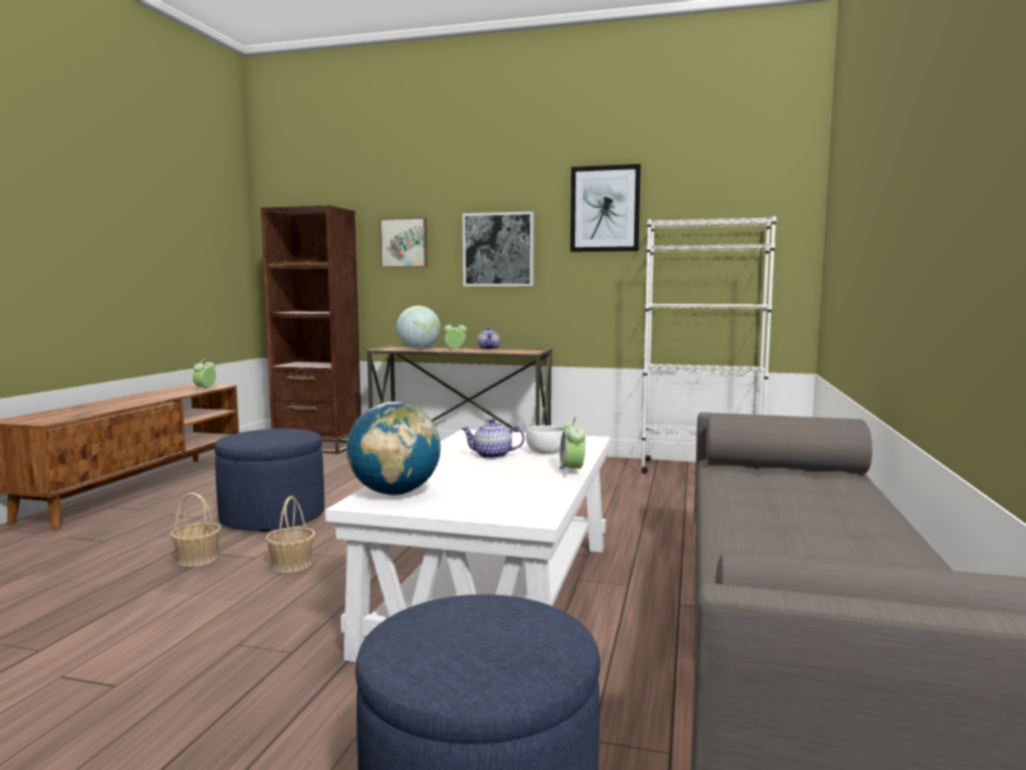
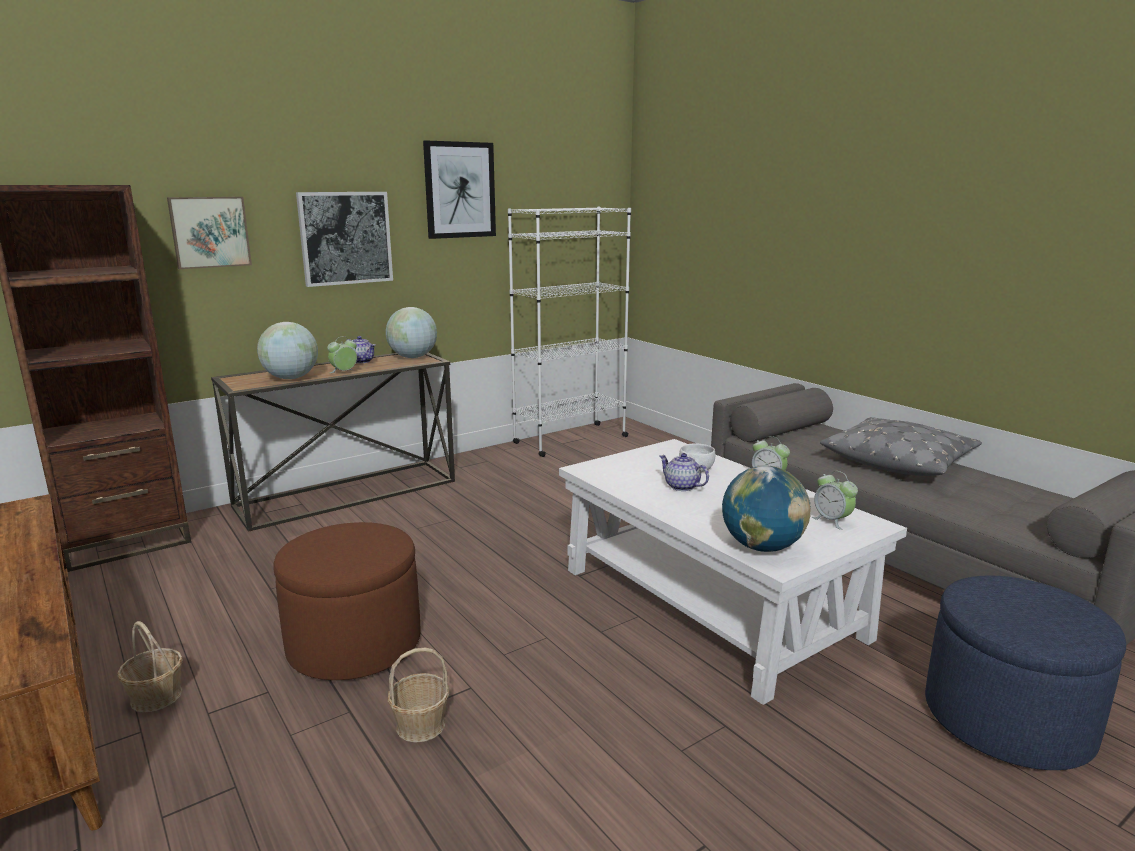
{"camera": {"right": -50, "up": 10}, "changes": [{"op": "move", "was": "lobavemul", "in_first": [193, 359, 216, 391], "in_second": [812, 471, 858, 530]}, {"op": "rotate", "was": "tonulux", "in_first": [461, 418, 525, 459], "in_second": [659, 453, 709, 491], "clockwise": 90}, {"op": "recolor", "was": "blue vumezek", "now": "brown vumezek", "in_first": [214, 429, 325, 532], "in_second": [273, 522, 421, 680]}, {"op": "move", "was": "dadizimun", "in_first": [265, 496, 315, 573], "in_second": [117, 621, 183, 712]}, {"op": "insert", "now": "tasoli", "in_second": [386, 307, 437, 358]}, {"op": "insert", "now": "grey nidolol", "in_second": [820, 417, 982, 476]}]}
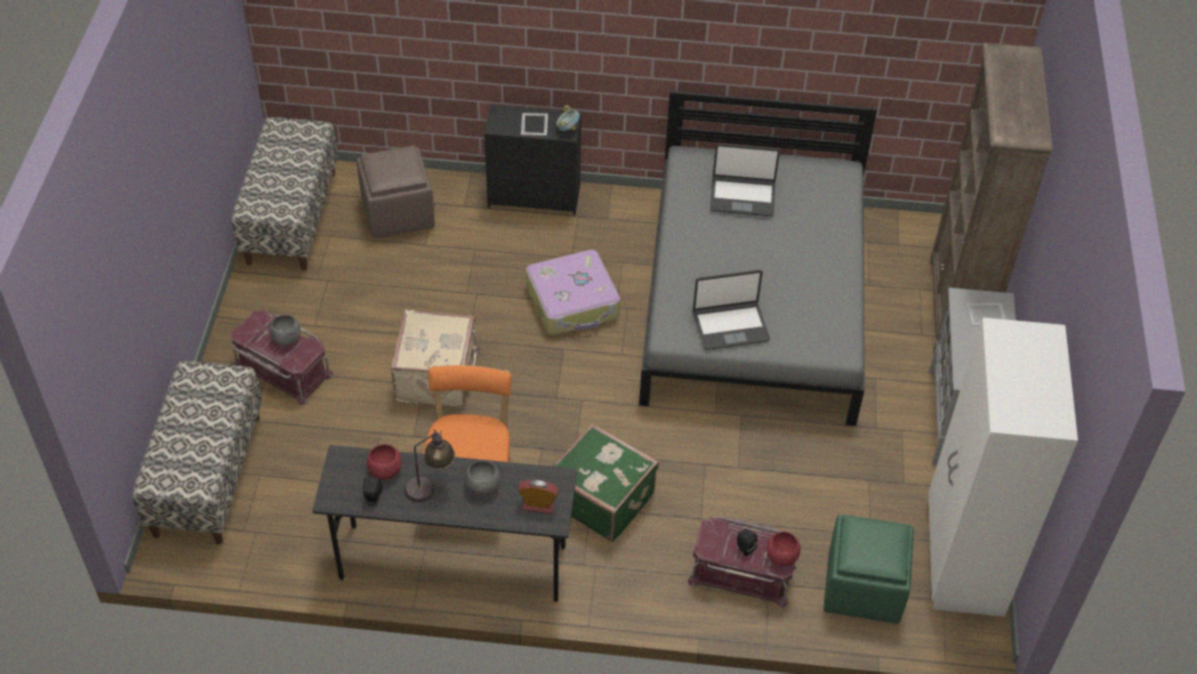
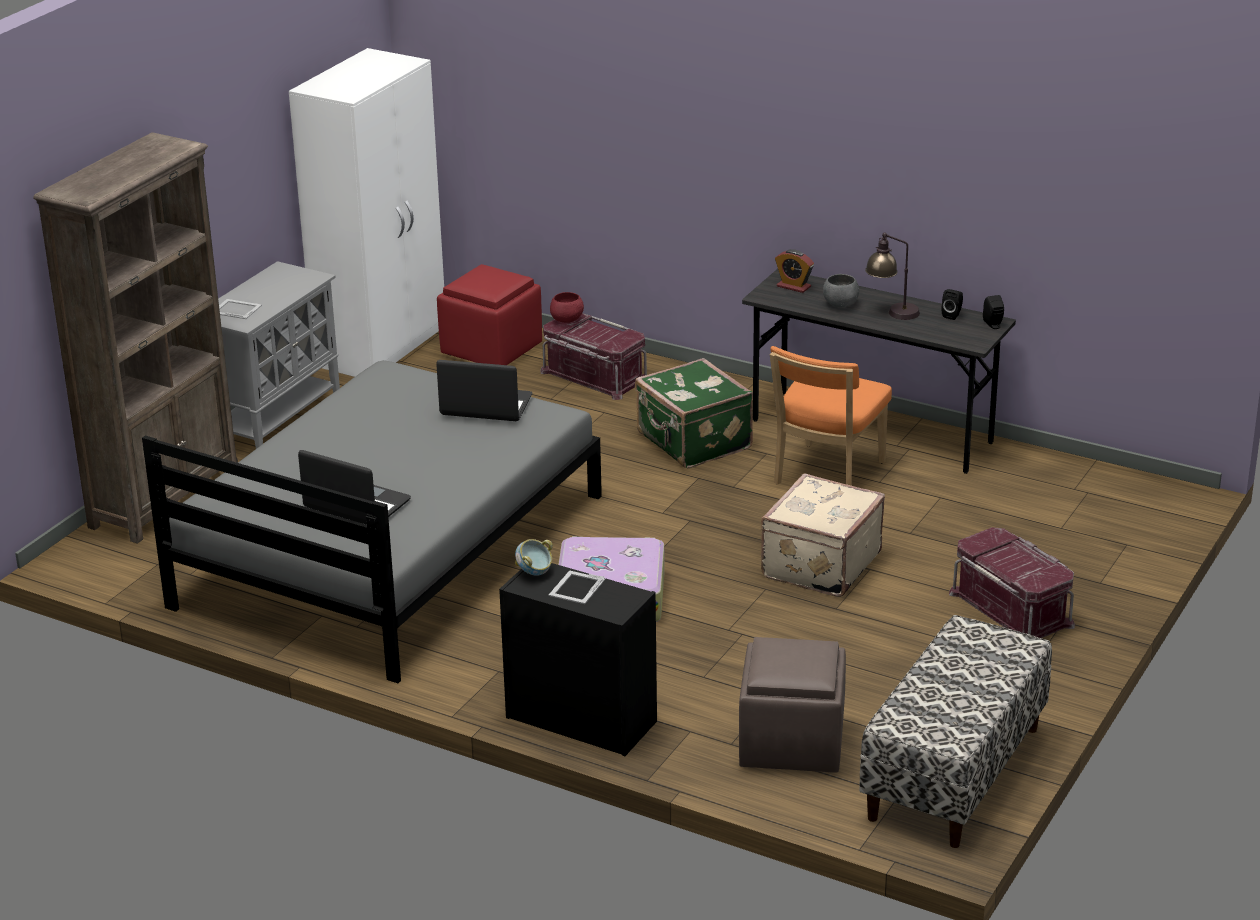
{"camera": {"right": -155, "up": -20}, "changes": [{"op": "delete", "was": "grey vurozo", "in_first": [270, 315, 300, 346]}, {"op": "delete", "was": "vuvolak", "in_first": [132, 361, 262, 544]}, {"op": "delete", "was": "red vurozo", "in_first": [367, 444, 402, 480]}, {"op": "recolor", "was": "green vumezek", "now": "red vumezek", "in_first": [824, 515, 914, 624], "in_second": [437, 264, 542, 365]}, {"op": "move", "was": "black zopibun", "in_first": [737, 529, 758, 557], "in_second": [983, 295, 1004, 329]}]}
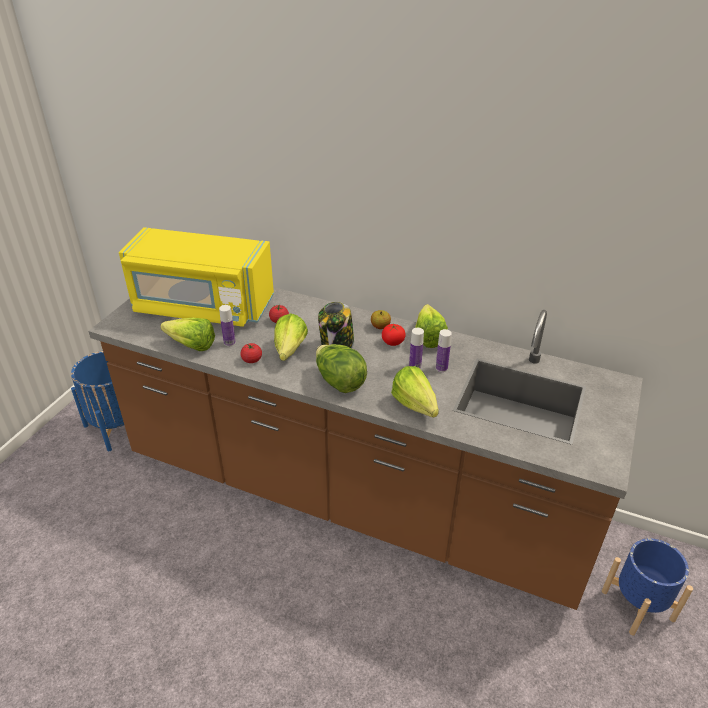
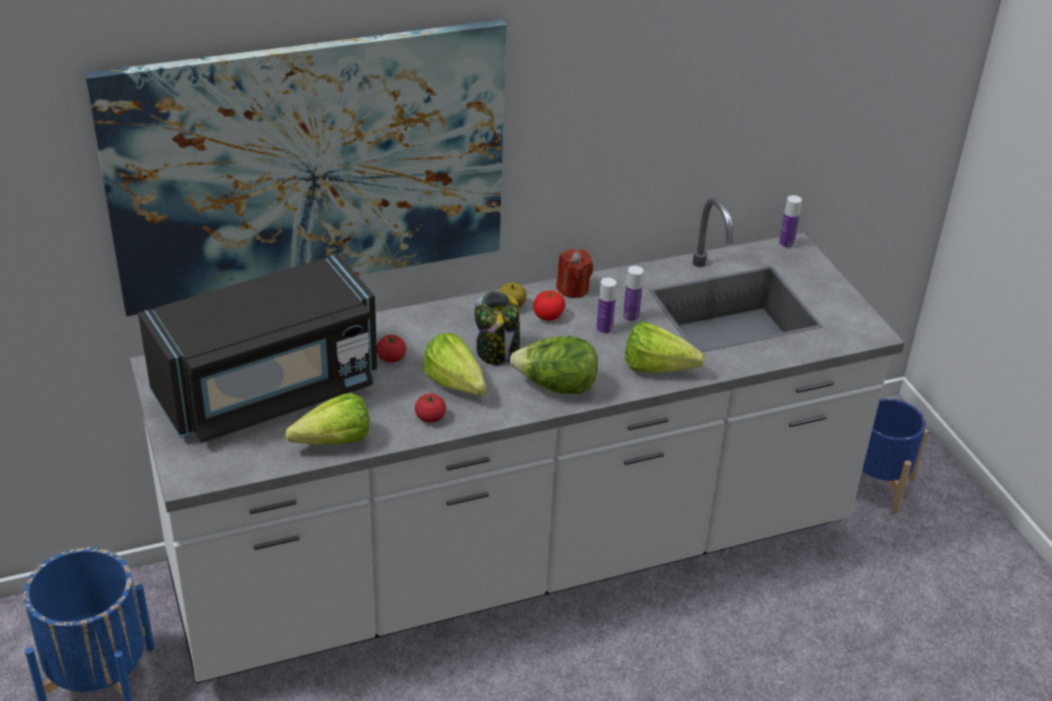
{"camera": {"right": -45, "up": 0}, "changes": [{"op": "recolor", "was": "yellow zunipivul", "now": "black zunipivul", "in_first": [119, 227, 274, 327], "in_second": [138, 254, 378, 443]}, {"op": "recolor", "was": "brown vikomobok", "now": "white vikomobok", "in_first": [88, 287, 643, 610], "in_second": [130, 198, 904, 684]}, {"op": "replace", "was": "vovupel", "now": "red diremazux", "in_first": [415, 304, 448, 348], "in_second": [556, 248, 593, 298]}, {"op": "move", "was": "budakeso", "in_first": [219, 305, 236, 347], "in_second": [779, 195, 802, 249]}, {"op": "insert", "now": "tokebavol", "in_second": [85, 20, 506, 316]}]}
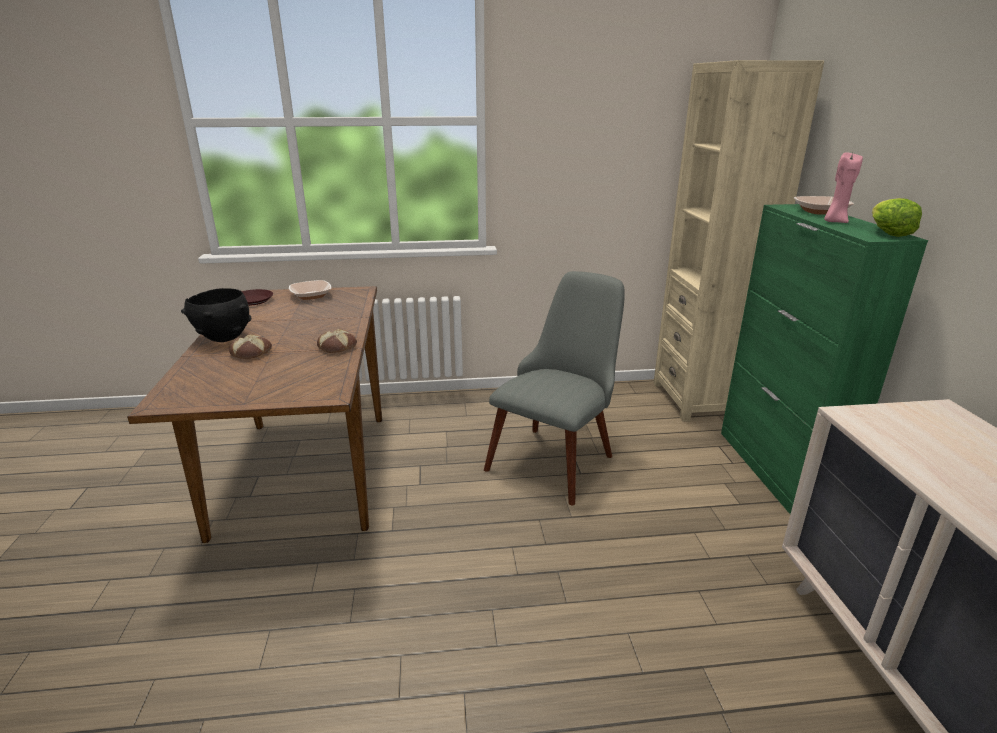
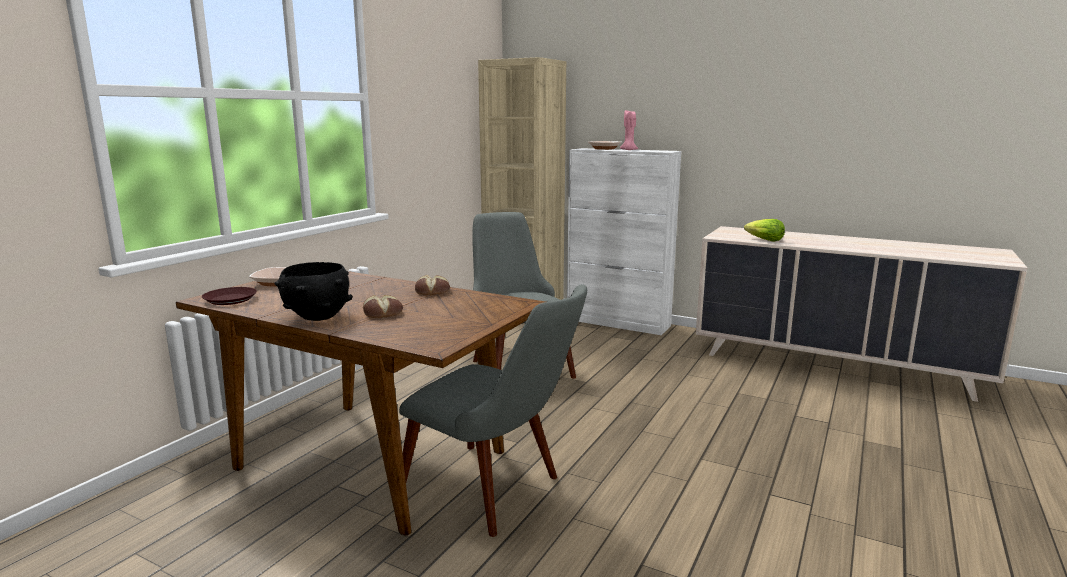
{"camera": {"right": -55, "up": -10}, "changes": [{"op": "move", "was": "vovupel", "in_first": [872, 198, 922, 237], "in_second": [744, 219, 785, 241]}, {"op": "recolor", "was": "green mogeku", "now": "white mogeku", "in_first": [721, 204, 928, 514], "in_second": [567, 148, 681, 335]}, {"op": "insert", "now": "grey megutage", "in_second": [399, 284, 587, 537]}]}
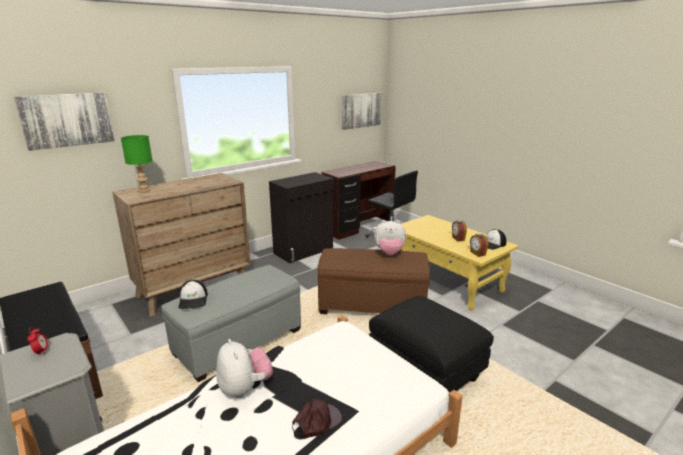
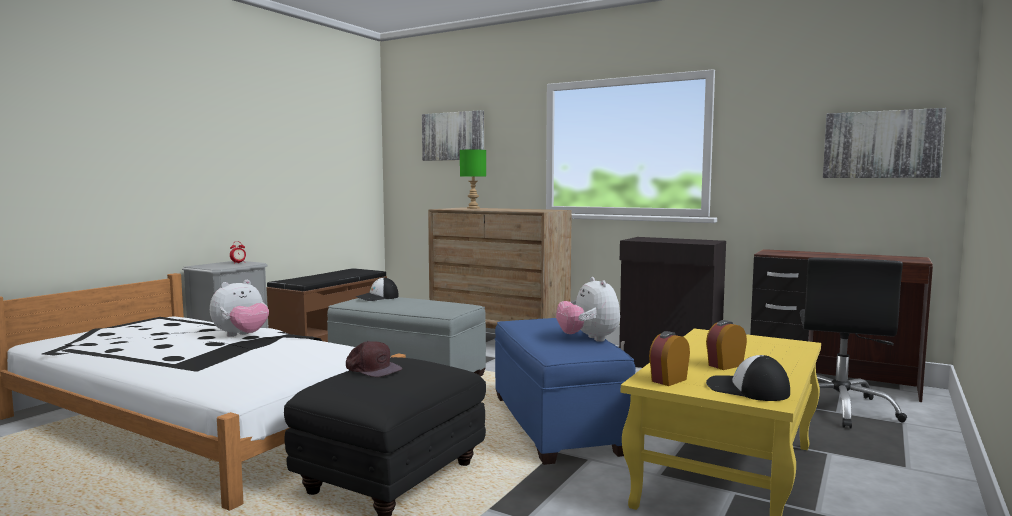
{"camera": {"right": 70, "up": -15}, "changes": [{"op": "recolor", "was": "brown vumezek", "now": "blue vumezek", "in_first": [317, 248, 430, 314], "in_second": [494, 318, 636, 465]}, {"op": "move", "was": "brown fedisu", "in_first": [292, 398, 342, 438], "in_second": [346, 341, 402, 377]}]}
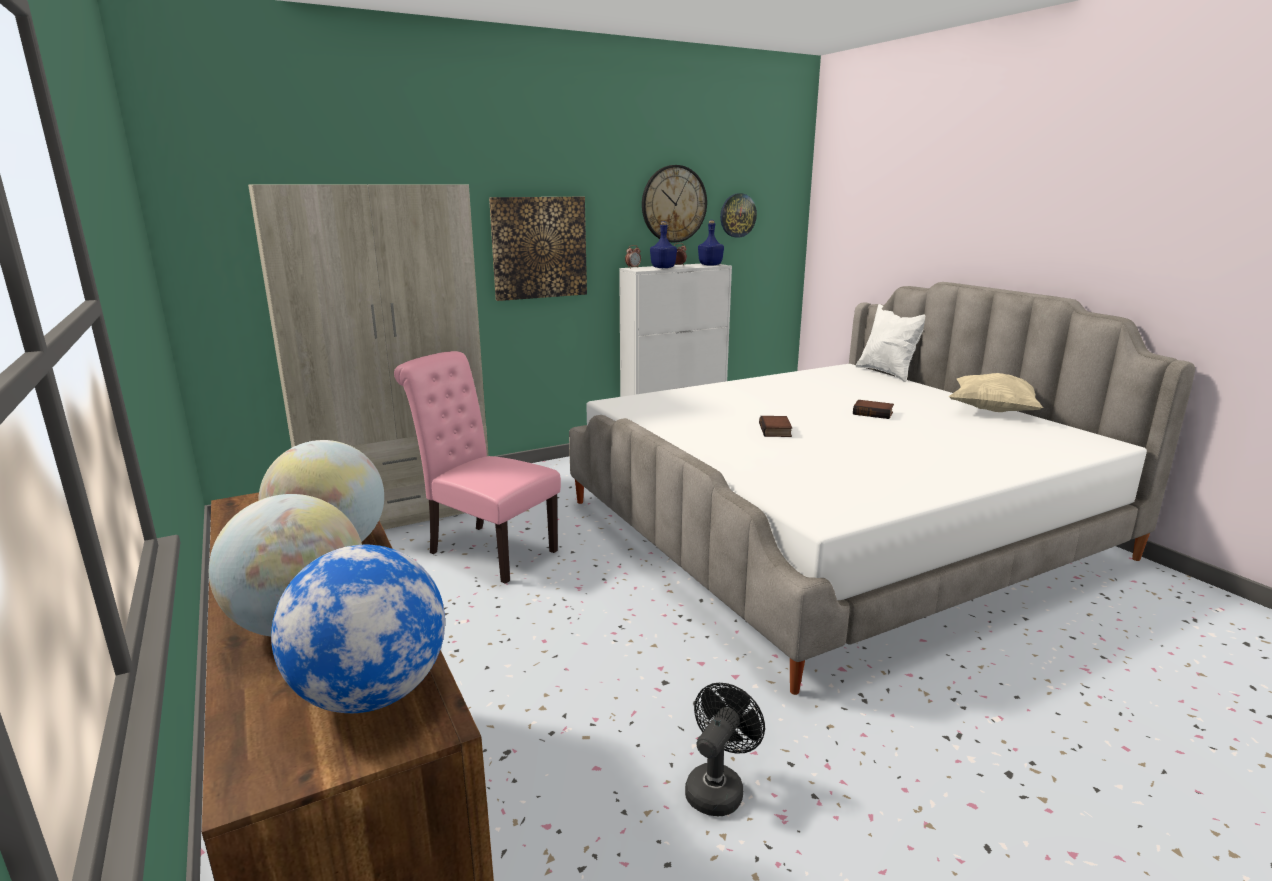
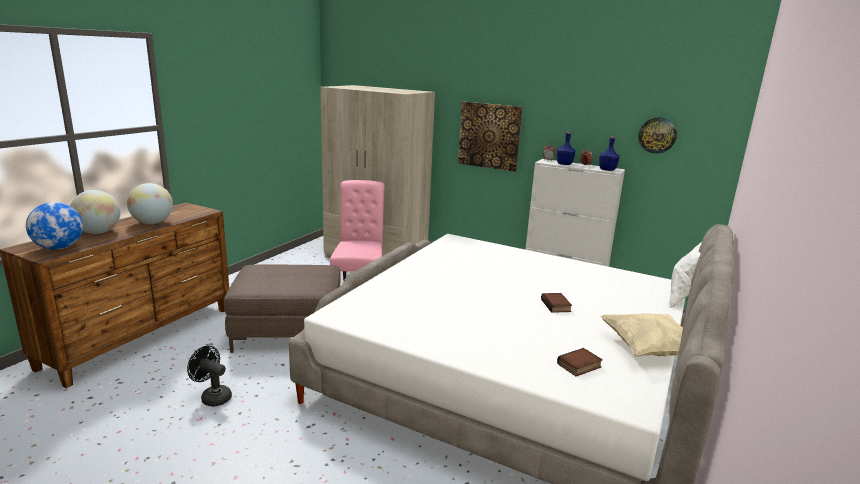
{"camera": {"right": 55, "up": 0}, "changes": [{"op": "delete", "was": "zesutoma", "in_first": [642, 165, 707, 243]}, {"op": "move", "was": "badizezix", "in_first": [759, 416, 792, 437], "in_second": [557, 348, 603, 376]}, {"op": "rotate", "was": "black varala", "in_first": [685, 683, 765, 816], "in_second": [187, 346, 232, 407], "clockwise": -150}, {"op": "insert", "now": "brown vumezek", "in_second": [224, 265, 341, 353]}]}
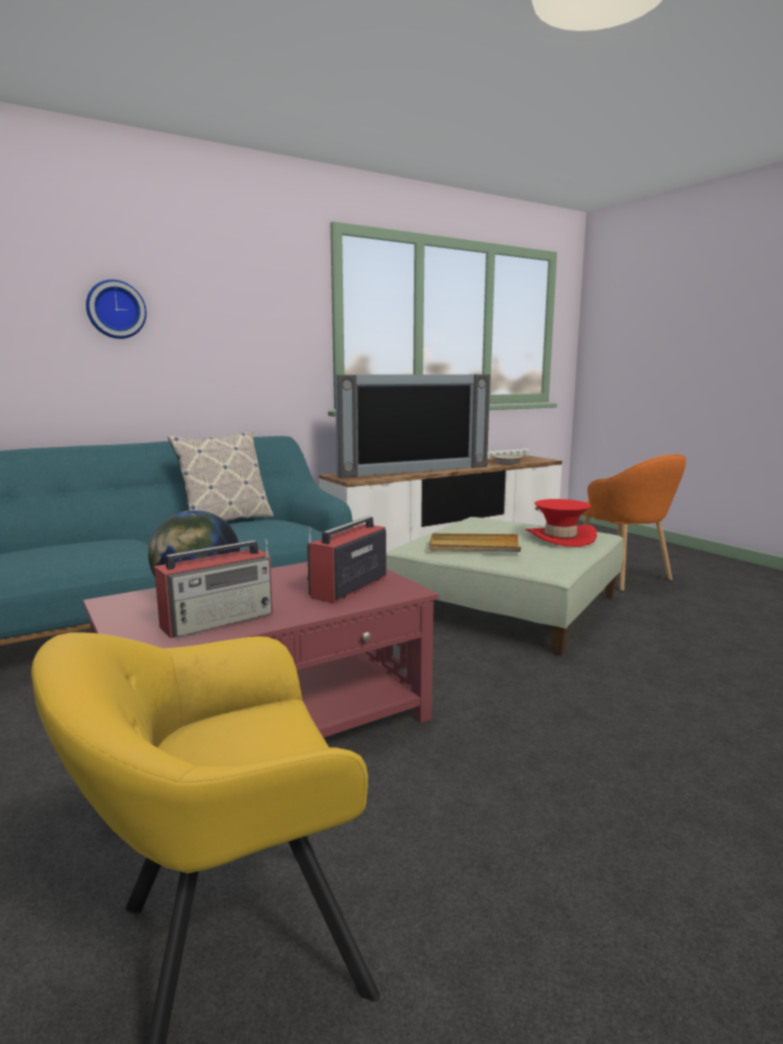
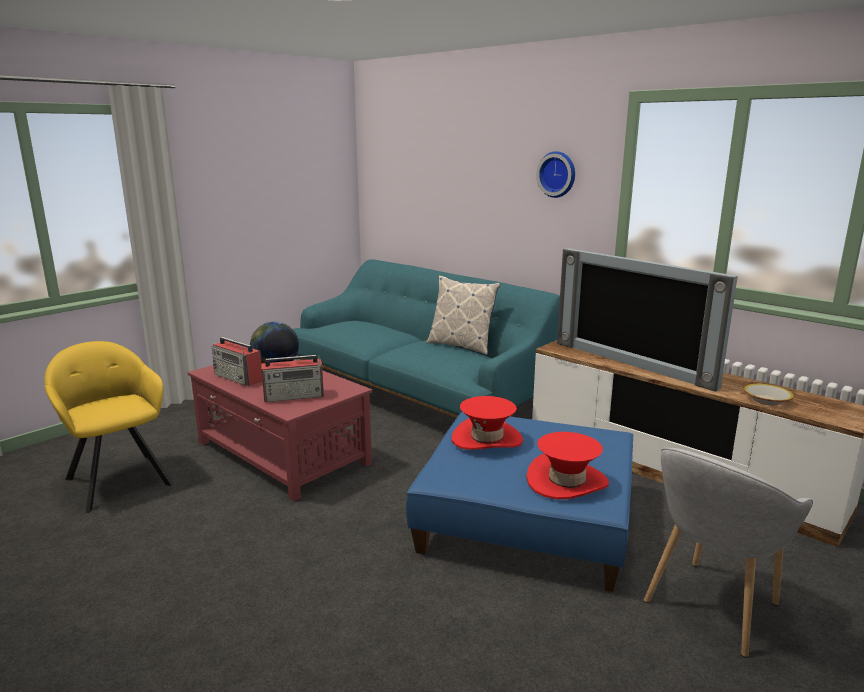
{"camera": {"right": 75, "up": 5}, "changes": [{"op": "move", "was": "zesutoma", "in_first": [86, 280, 147, 339], "in_second": [536, 151, 575, 198]}, {"op": "recolor", "was": "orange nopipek", "now": "grey nopipek", "in_first": [583, 454, 686, 591], "in_second": [644, 448, 813, 658]}, {"op": "rotate", "was": "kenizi", "in_first": [306, 516, 386, 603], "in_second": [261, 355, 324, 402], "clockwise": 150}, {"op": "recolor", "was": "green vumezek", "now": "blue vumezek", "in_first": [386, 517, 624, 656], "in_second": [406, 412, 633, 592]}, {"op": "replace", "was": "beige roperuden", "now": "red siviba", "in_first": [429, 533, 521, 552], "in_second": [452, 396, 523, 450]}]}
